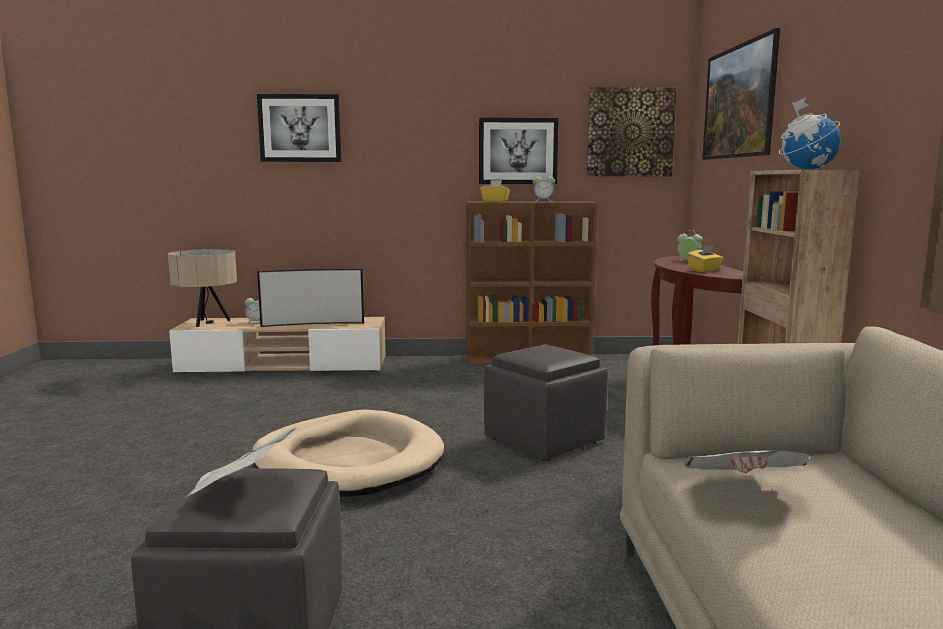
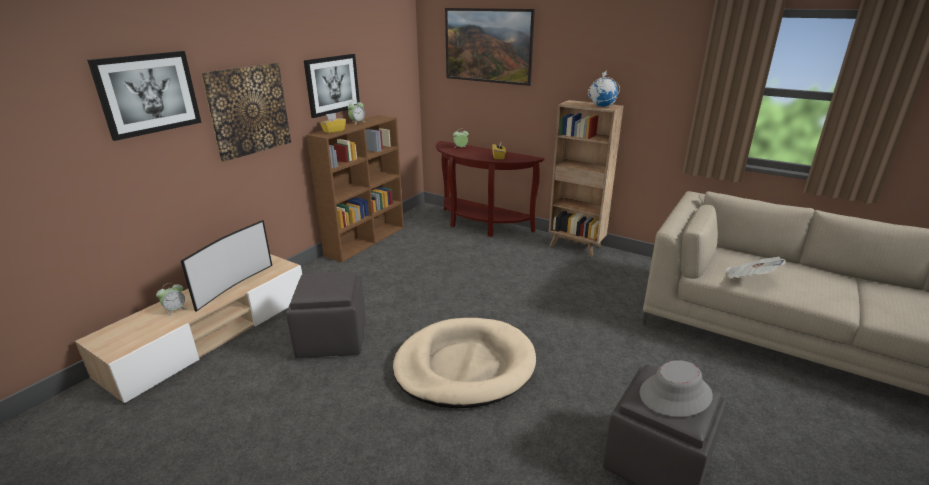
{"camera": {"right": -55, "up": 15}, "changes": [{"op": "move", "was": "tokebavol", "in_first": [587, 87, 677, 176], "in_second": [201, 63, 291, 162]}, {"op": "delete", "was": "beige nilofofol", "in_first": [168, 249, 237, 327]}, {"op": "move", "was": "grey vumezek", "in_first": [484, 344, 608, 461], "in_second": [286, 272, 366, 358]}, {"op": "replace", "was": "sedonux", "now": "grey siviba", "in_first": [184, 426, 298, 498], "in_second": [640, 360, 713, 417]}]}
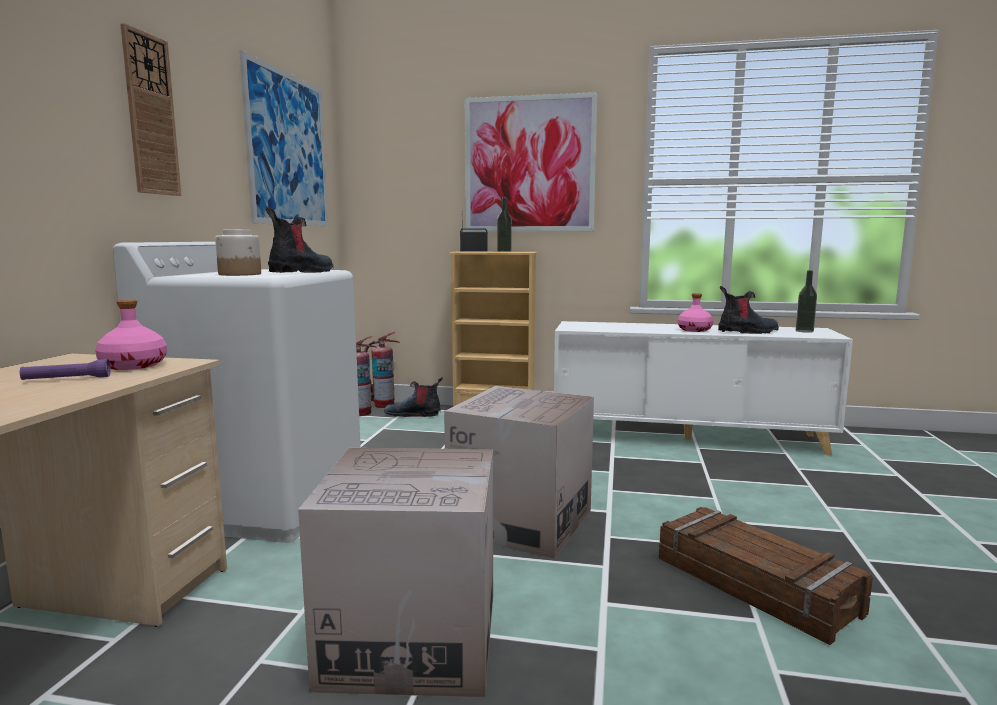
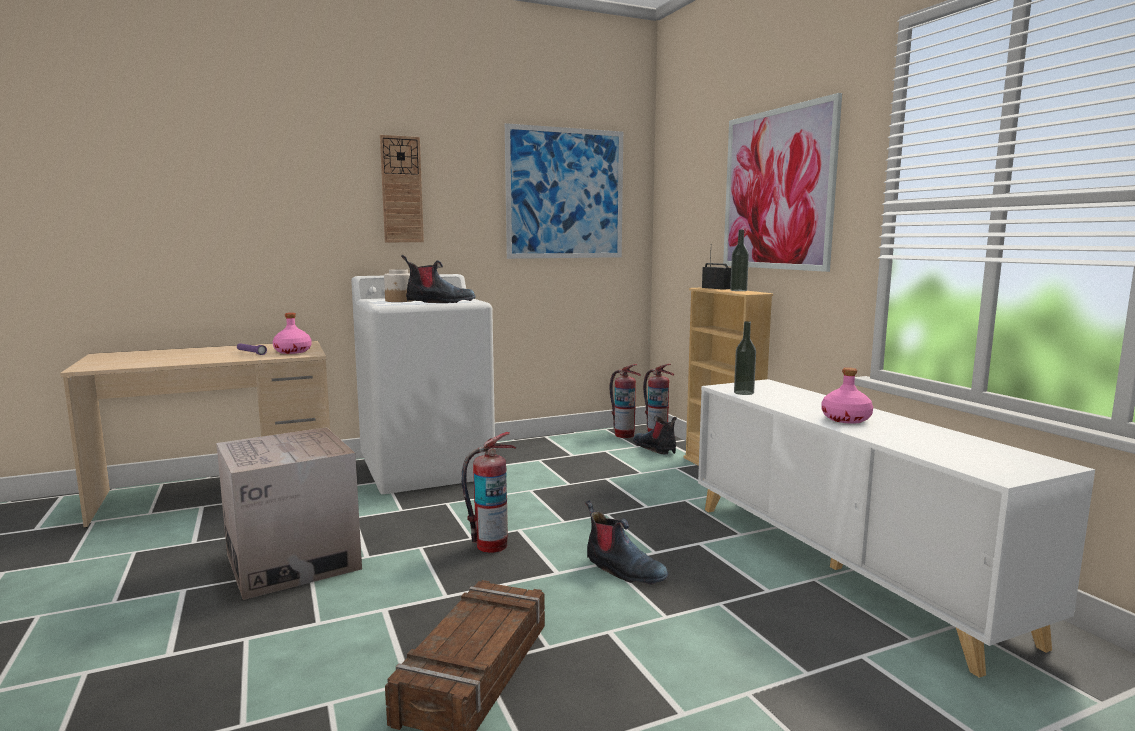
{"camera": {"right": 55, "up": 0}, "changes": [{"op": "move", "was": "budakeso", "in_first": [796, 270, 817, 333], "in_second": [734, 321, 756, 395]}, {"op": "move", "was": "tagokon", "in_first": [718, 286, 779, 334], "in_second": [585, 500, 669, 584]}, {"op": "replace", "was": "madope", "now": "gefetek", "in_first": [444, 386, 594, 559], "in_second": [461, 432, 516, 553]}]}
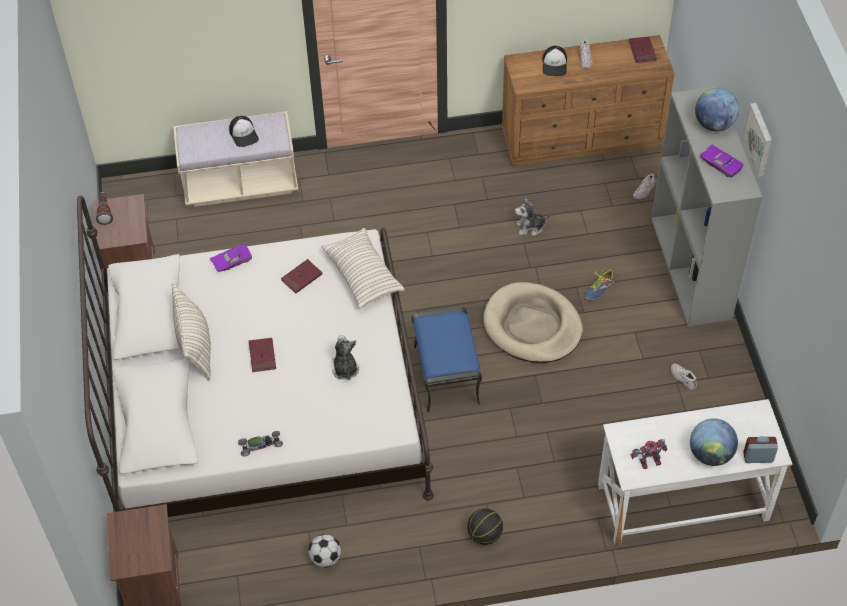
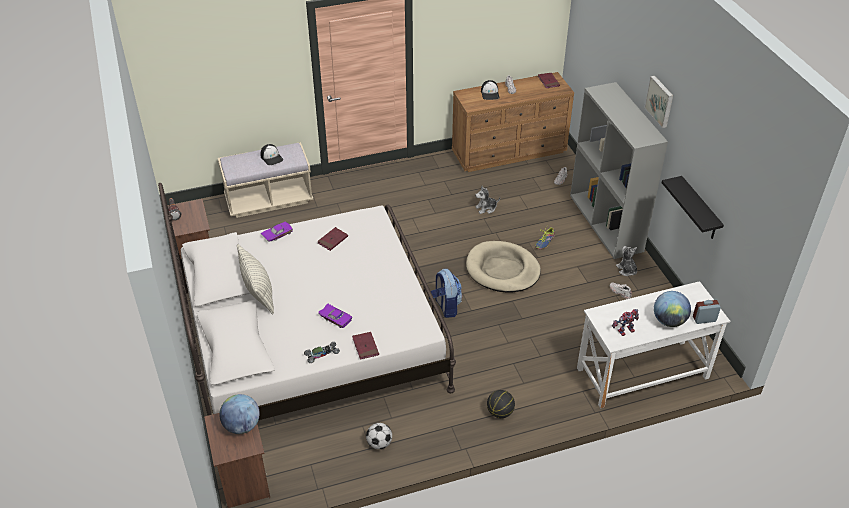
{"camera": {"right": -10, "up": -10}, "changes": [{"op": "move", "was": "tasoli", "in_first": [695, 88, 739, 132], "in_second": [219, 394, 260, 434]}, {"op": "move", "was": "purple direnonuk", "in_first": [700, 145, 743, 177], "in_second": [318, 304, 352, 328]}, {"op": "delete", "was": "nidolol", "in_first": [321, 228, 405, 308]}, {"op": "replace", "was": "blue vumezek", "now": "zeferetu", "in_first": [411, 307, 482, 413], "in_second": [429, 269, 462, 318]}, {"op": "move", "was": "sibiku", "in_first": [332, 335, 359, 380], "in_second": [616, 246, 637, 276]}, {"op": "move", "was": "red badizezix", "in_first": [249, 338, 276, 372], "in_second": [352, 332, 379, 360]}, {"op": "insert", "now": "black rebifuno", "in_second": [662, 176, 724, 239]}]}
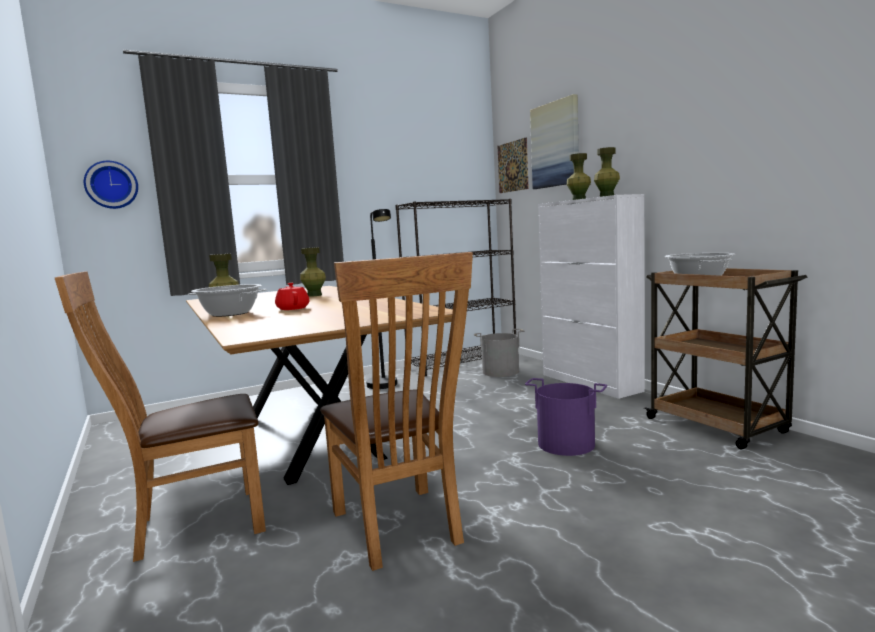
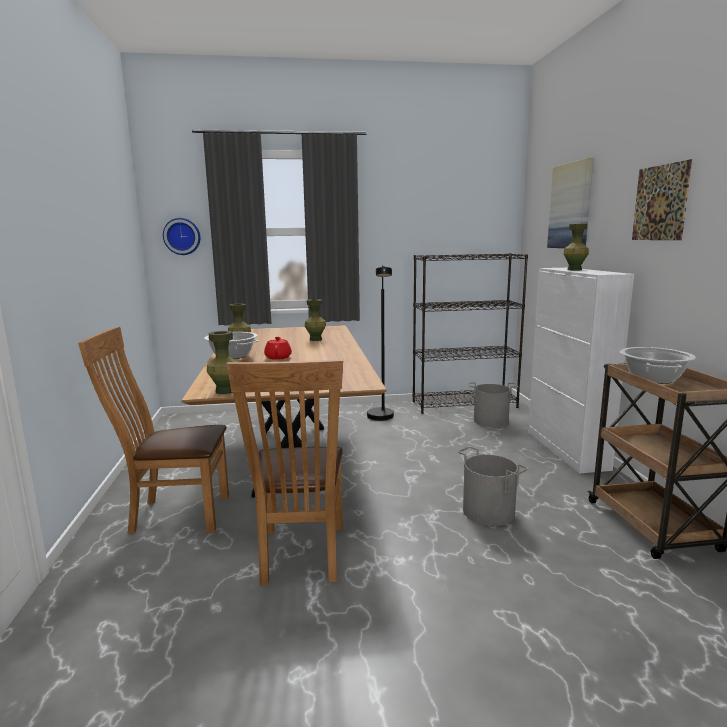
{"camera": {"right": 20, "up": 5}, "changes": [{"op": "move", "was": "tokebavol", "in_first": [498, 137, 529, 193], "in_second": [632, 159, 692, 240]}, {"op": "move", "was": "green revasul", "in_first": [594, 147, 620, 197], "in_second": [207, 331, 237, 394]}, {"op": "recolor", "was": "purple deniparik", "now": "grey deniparik", "in_first": [525, 378, 607, 456], "in_second": [458, 446, 528, 526]}]}
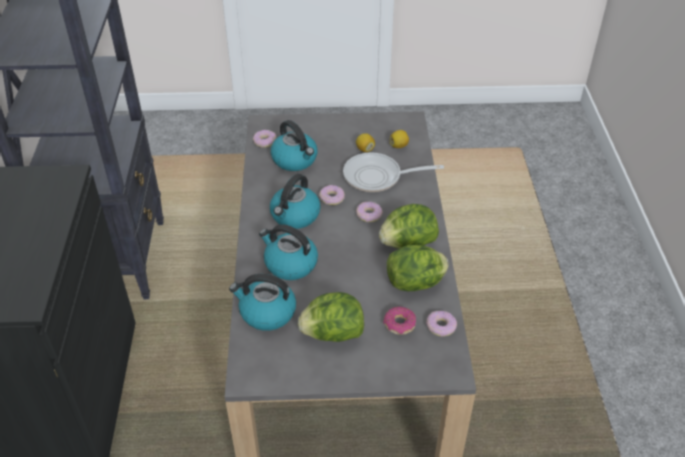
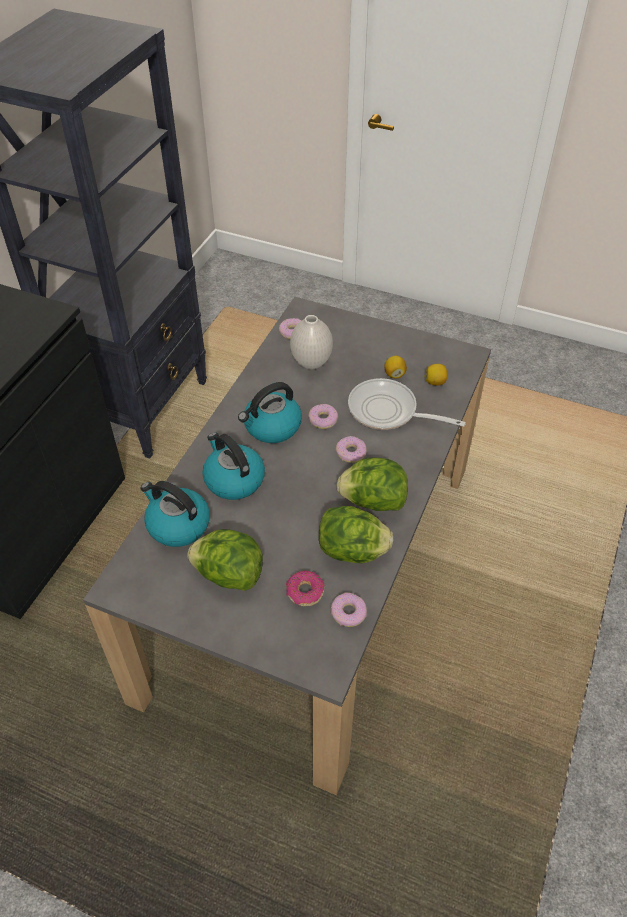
{"camera": {"right": 25, "up": 5}, "changes": [{"op": "replace", "was": "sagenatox", "now": "white revasul", "in_first": [271, 120, 317, 171], "in_second": [290, 315, 333, 370]}]}
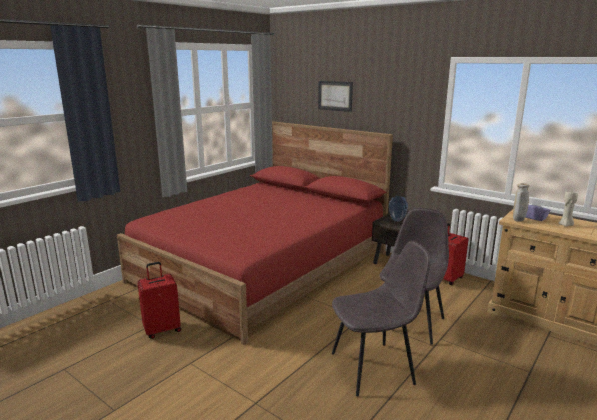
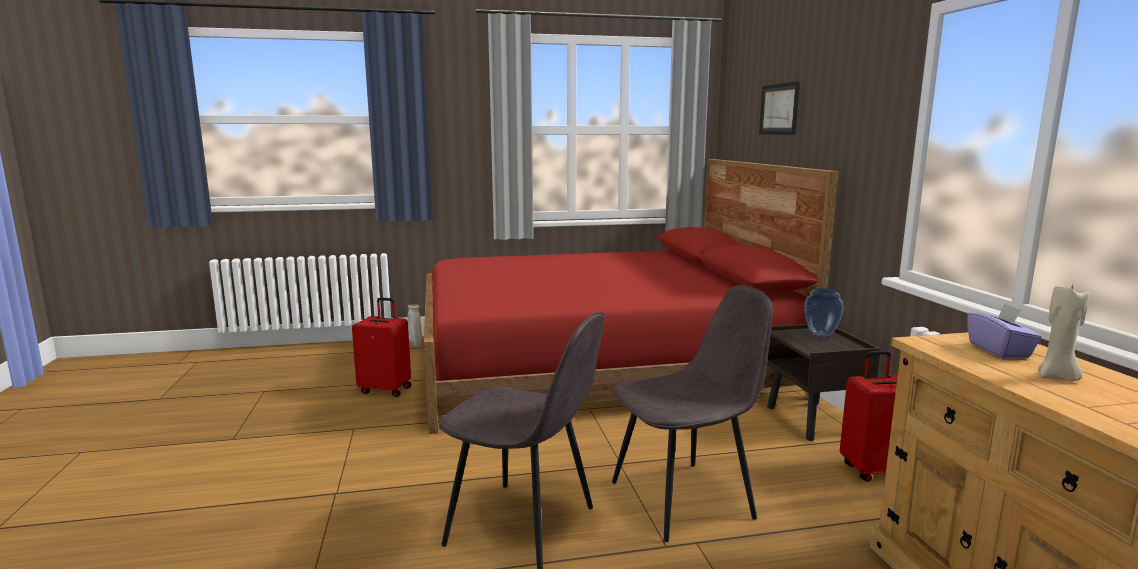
{"camera": {"right": 40, "up": -5}, "changes": [{"op": "move", "was": "beige revasul", "in_first": [513, 183, 530, 222], "in_second": [407, 304, 422, 346]}]}
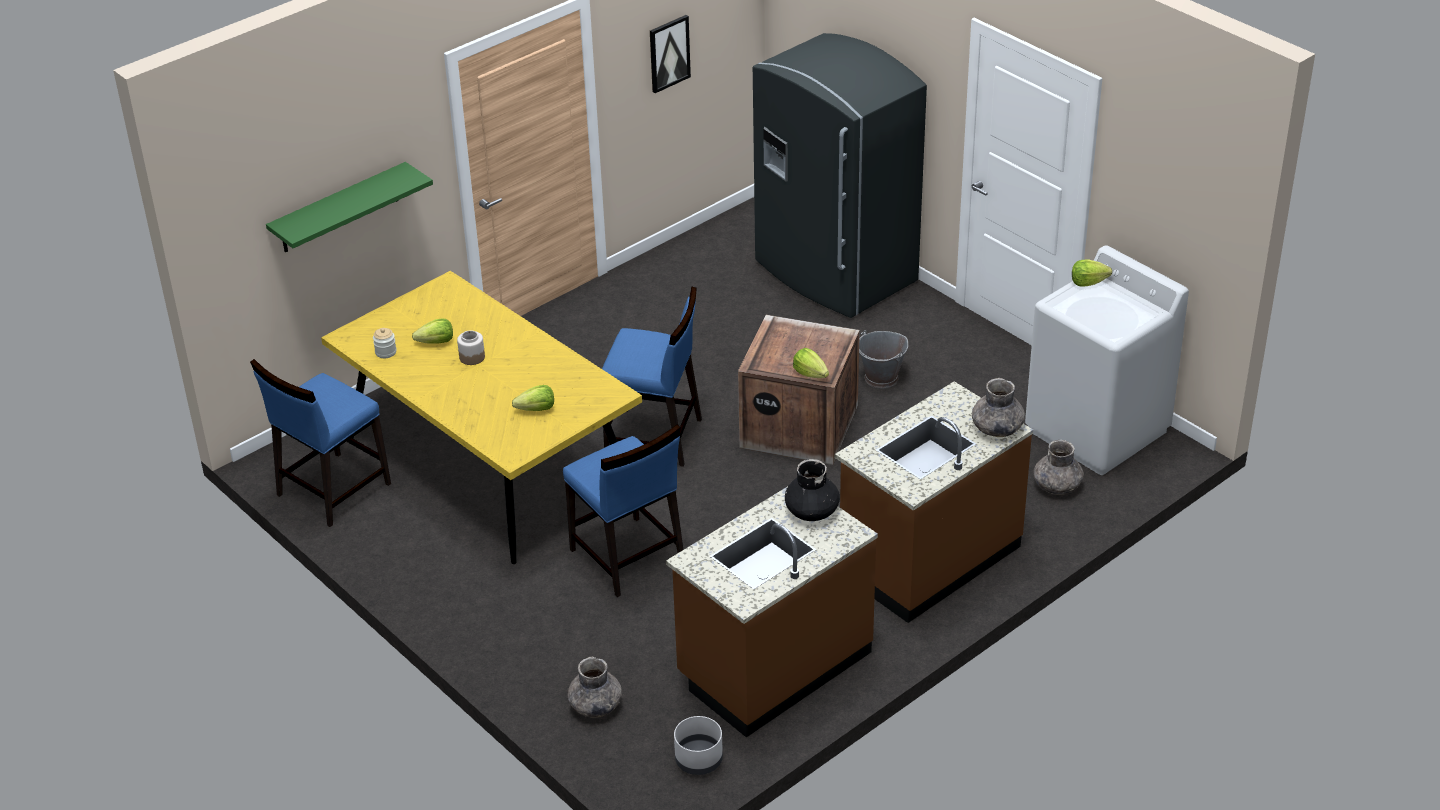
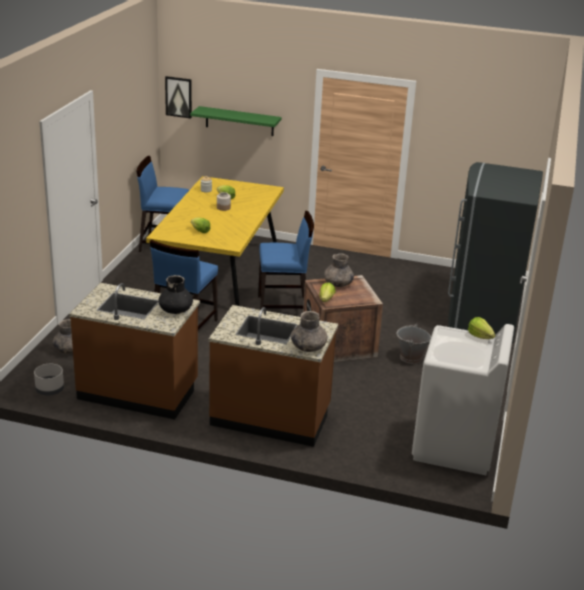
{"camera": {"right": 55, "up": -10}, "changes": [{"op": "move", "was": "tokebavol", "in_first": [650, 15, 691, 93], "in_second": [165, 76, 192, 119]}, {"op": "rotate", "was": "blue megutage", "in_first": [602, 286, 702, 467], "in_second": [258, 211, 314, 310], "clockwise": -75}, {"op": "move", "was": "grey revasul", "in_first": [1033, 440, 1084, 495], "in_second": [324, 253, 354, 287]}]}
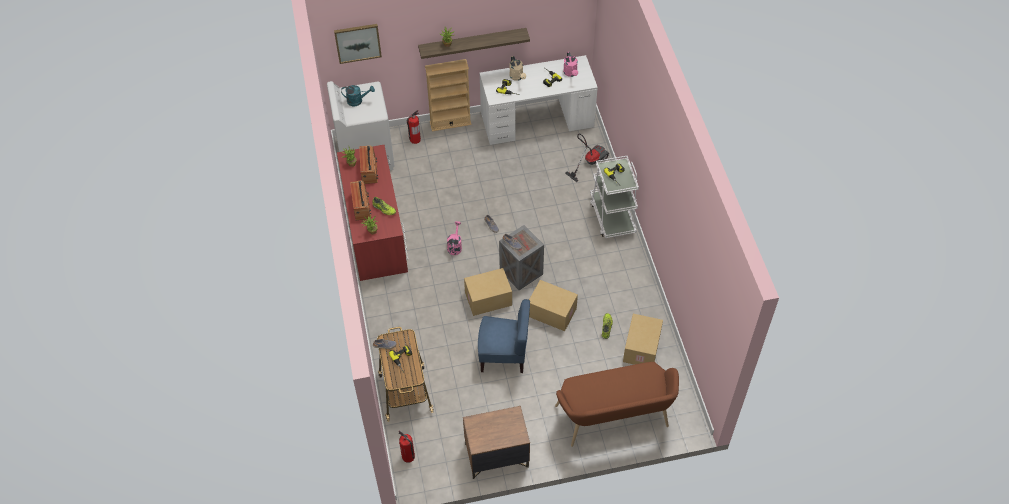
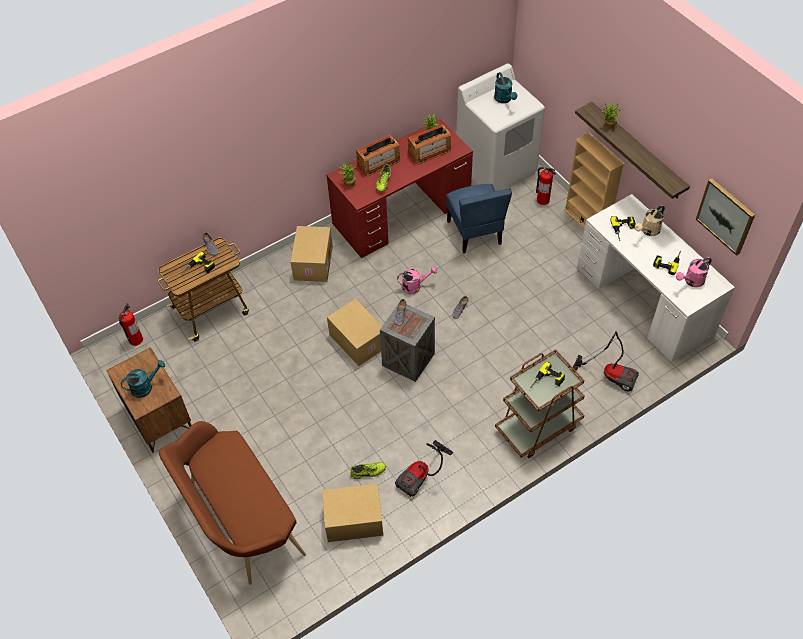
{"camera": {"right": 70, "up": 0}, "changes": [{"op": "move", "was": "tokebavol", "in_first": [334, 24, 382, 64], "in_second": [696, 178, 755, 256]}, {"op": "recolor", "was": "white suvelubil", "now": "brown suvelubil", "in_first": [590, 156, 639, 238], "in_second": [495, 349, 584, 458]}, {"op": "move", "was": "madope", "in_first": [529, 280, 578, 331], "in_second": [291, 226, 333, 282]}, {"op": "move", "was": "blue megutage", "in_first": [478, 299, 530, 373], "in_second": [446, 184, 512, 253]}, {"op": "insert", "now": "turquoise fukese", "in_second": [121, 360, 165, 398]}, {"op": "insert", "now": "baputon", "in_second": [395, 440, 453, 497]}]}
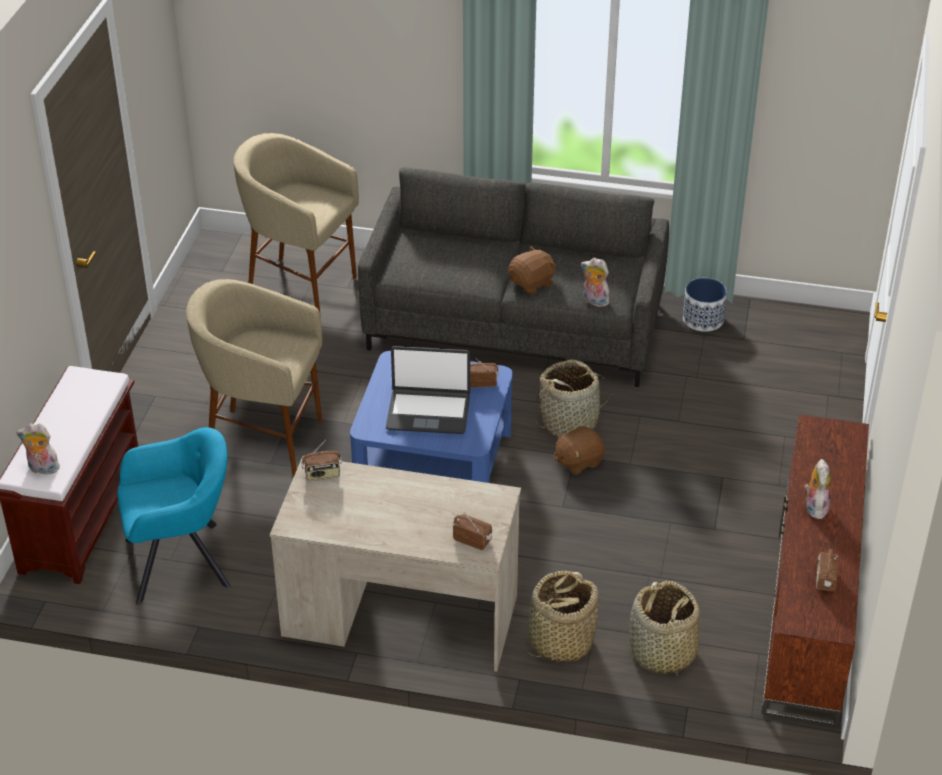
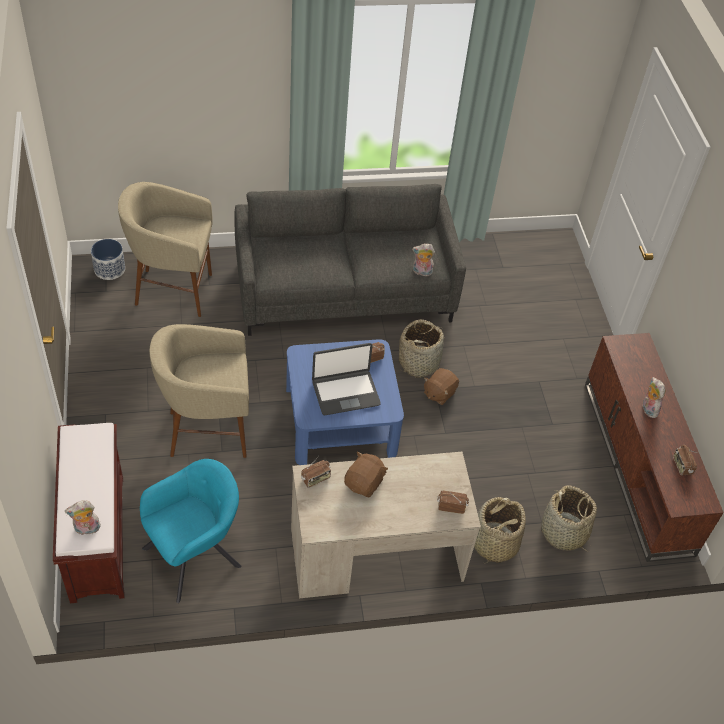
{"camera": {"right": -25, "up": 10}, "changes": [{"op": "move", "was": "brown sibiku", "in_first": [508, 247, 556, 295], "in_second": [344, 451, 388, 497]}, {"op": "move", "was": "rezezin", "in_first": [683, 278, 727, 332], "in_second": [91, 239, 125, 280]}]}
